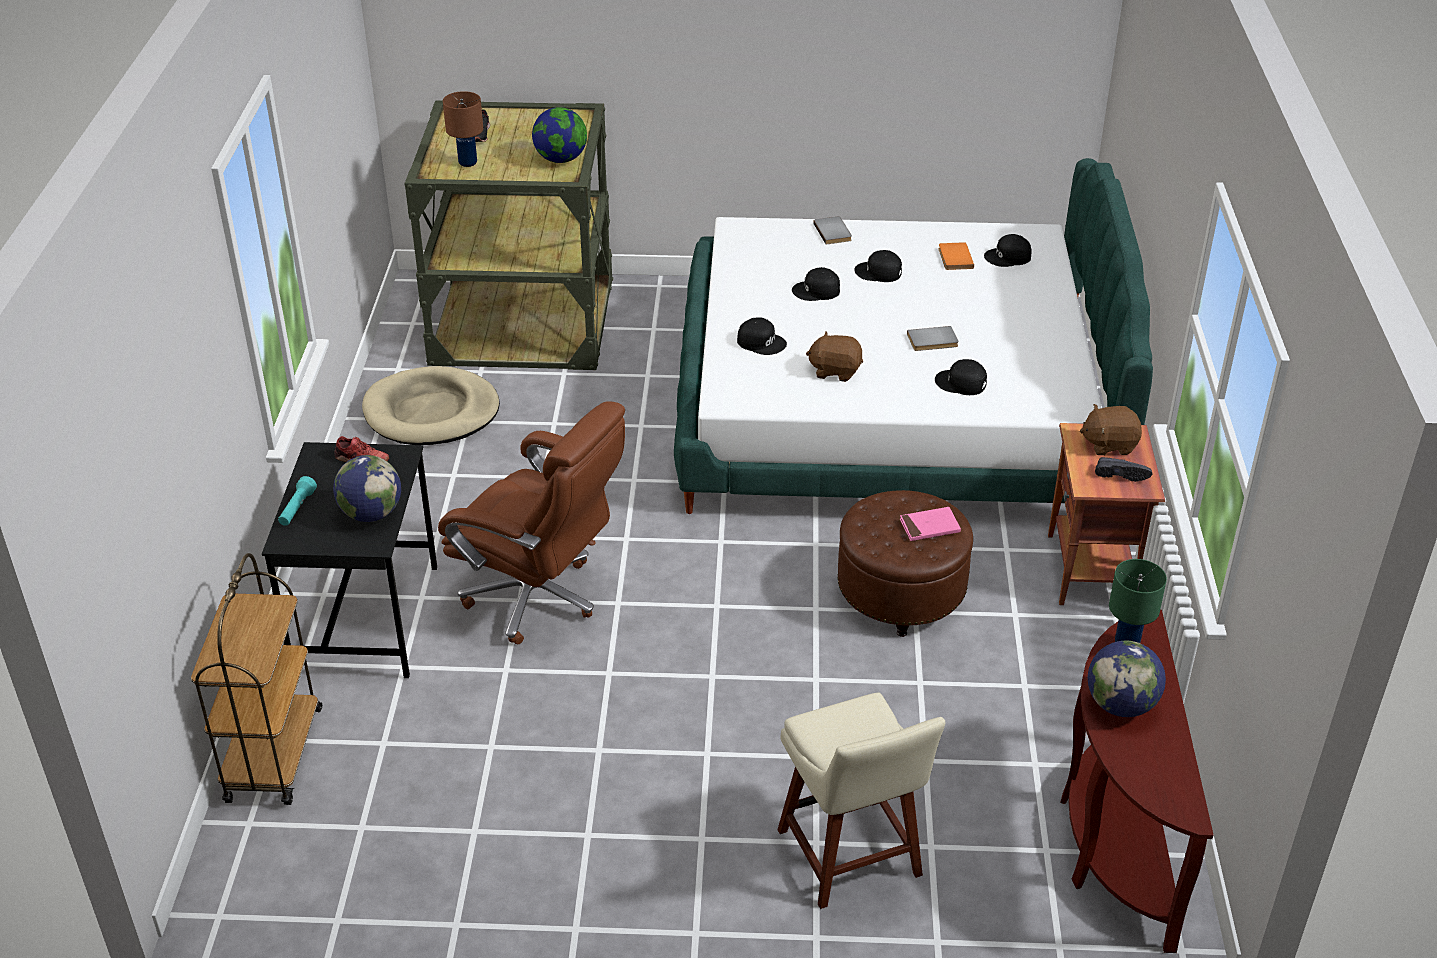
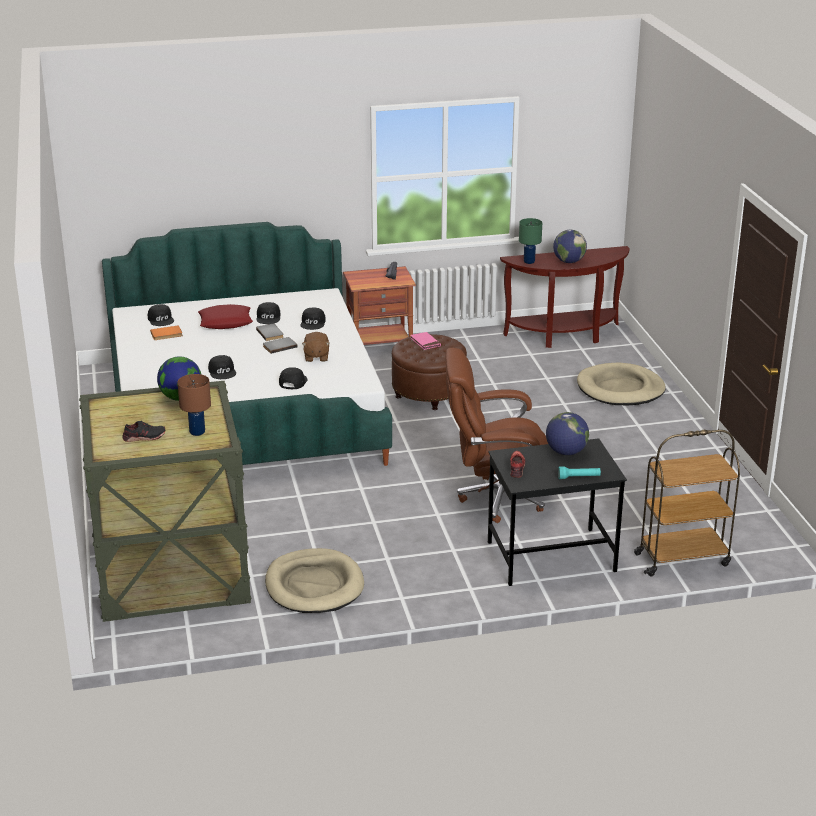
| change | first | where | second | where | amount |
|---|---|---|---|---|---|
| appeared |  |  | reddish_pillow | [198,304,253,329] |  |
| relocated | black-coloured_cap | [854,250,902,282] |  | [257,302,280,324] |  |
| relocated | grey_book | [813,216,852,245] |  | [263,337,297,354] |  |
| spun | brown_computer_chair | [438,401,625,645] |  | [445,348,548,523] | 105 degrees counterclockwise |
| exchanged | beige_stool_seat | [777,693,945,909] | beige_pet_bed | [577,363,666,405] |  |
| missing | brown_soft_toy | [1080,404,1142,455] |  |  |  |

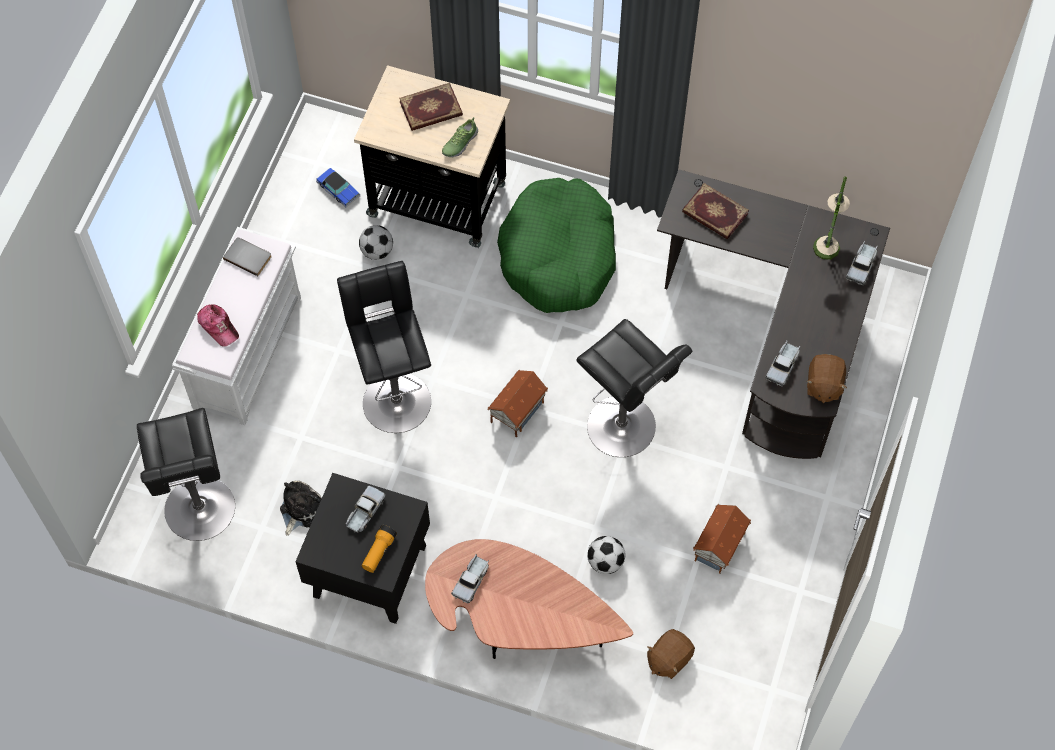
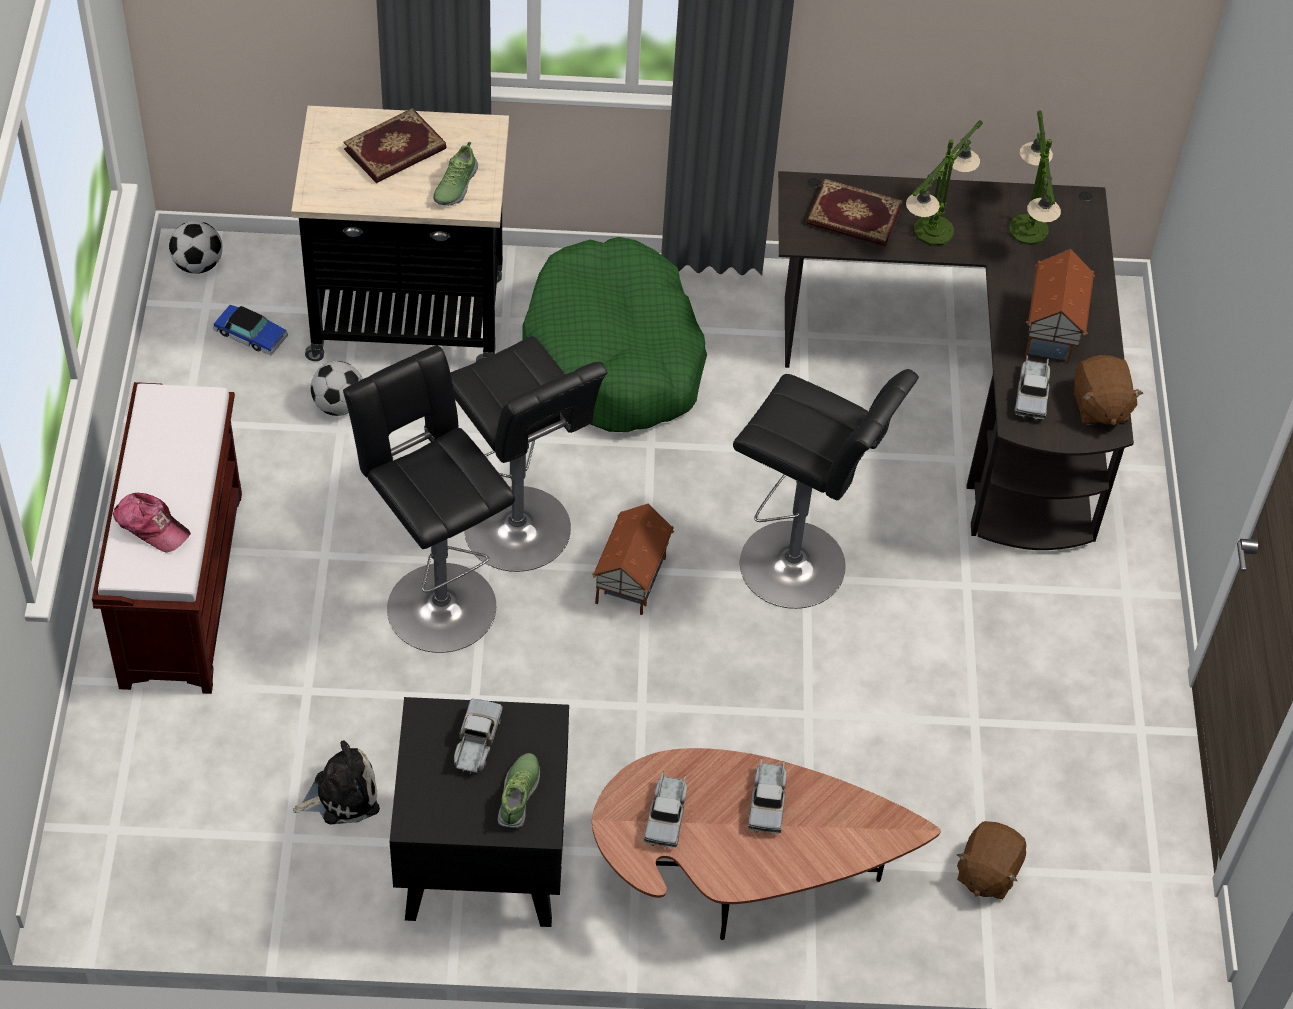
| change | first | where | second | where | amount |
|---|---|---|---|---|---|
| colour | whitish_bench | [172,227,301,425] | brown_bench | [92,382,242,694] |  |
| relocated | ball_for_football | [587,536,625,574] |  | [169,221,222,274] |  |
| spun | soft_toy | [280,481,322,536] |  | [293,740,380,824] | 60 degrees clockwise |
| relocated | black-coloured_stool_seat | [137,408,235,541] |  | [450,336,608,572] |  |
| exchanged | torch | [362,525,397,573] | low_shoe | [498,753,540,828] |  |
| relocated | toy_lorry | [846,241,877,285] |  | [748,758,787,834] |  |
| appeared |  |  | lamp_for_a_table | [906,120,983,246] |  |
| relocated | toy_house | [693,504,751,573] |  | [1025,249,1095,364] |  |
| missing | grey_book | [223,237,272,276] |  |  |  |

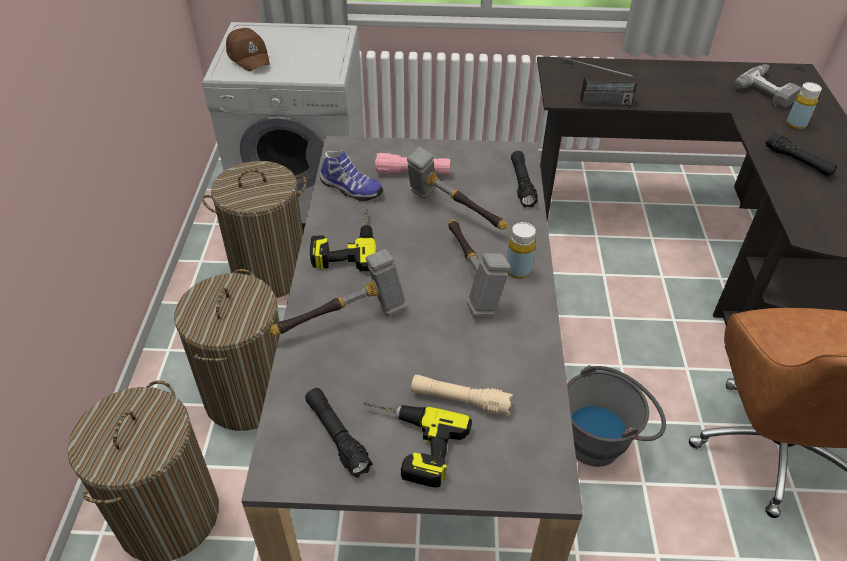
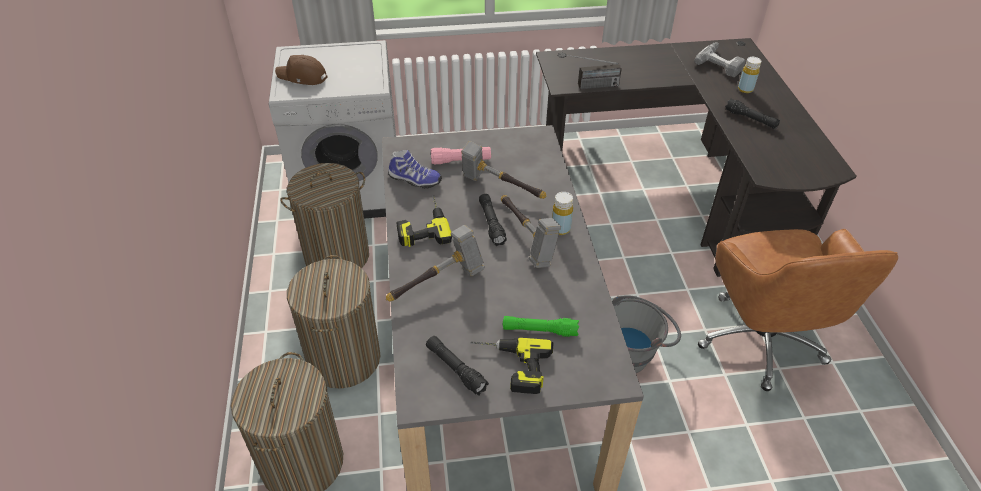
| change | first | where | second | where | amount |
|---|---|---|---|---|---|
| spun | brown_cap | [226,28,270,71] |  | [275,55,328,85] | 150 degrees clockwise |
| relocated | black-coloured_torch | [511,151,538,207] |  | [479,194,507,246] |  |
| colour | beige_torch | [411,375,513,415] | greenish_torch | [503,316,579,337] |  |

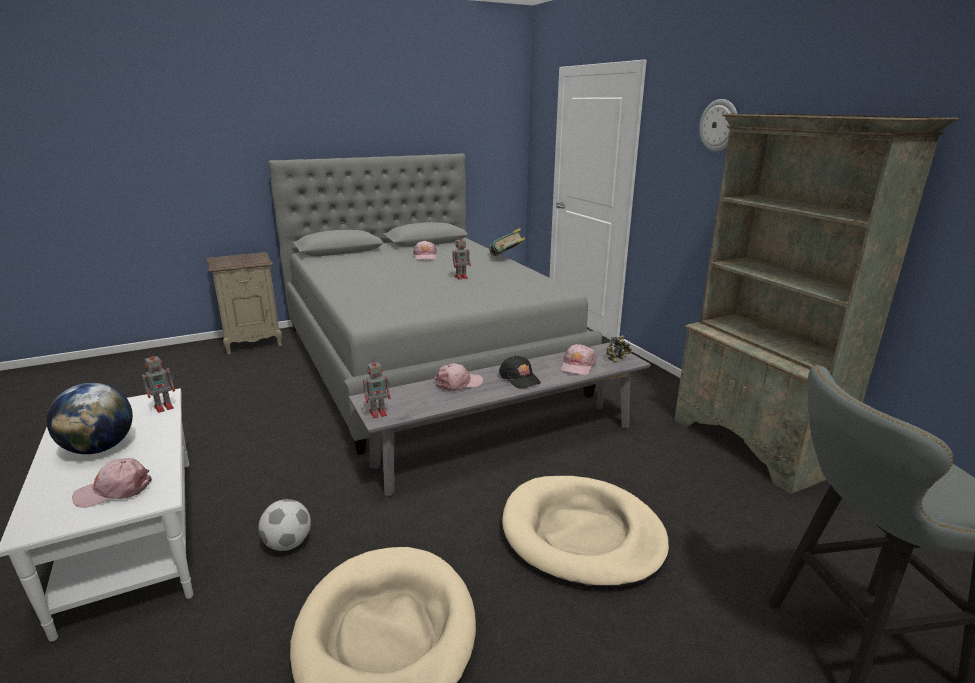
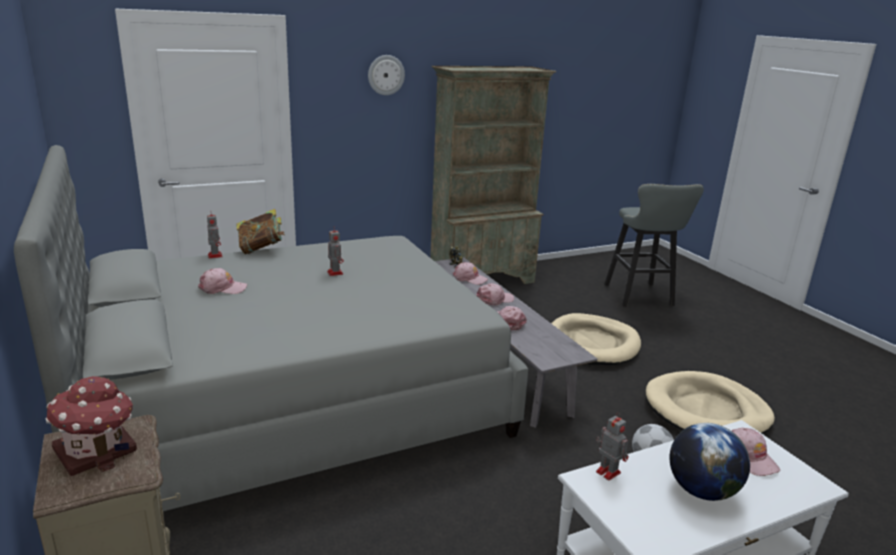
| change | first | where | second | where | amount |
|---|---|---|---|---|---|
| appeared |  |  | toy_house | [46,376,137,476] |  |
| relocated | model_robot | [363,358,390,418] |  | [207,214,222,258] |  |
| colour | black-coloured_cap | [499,356,541,389] | pink_cap | [476,283,514,305] |  |

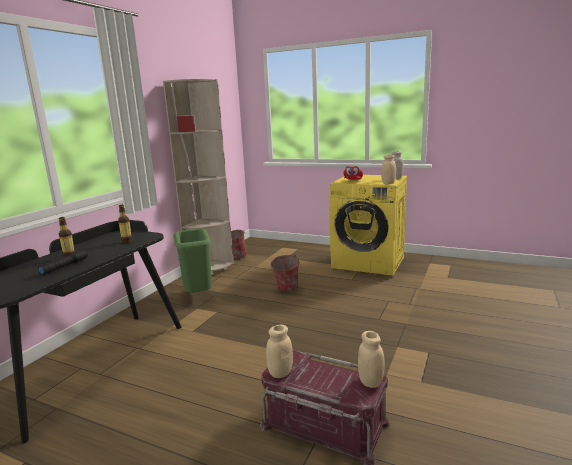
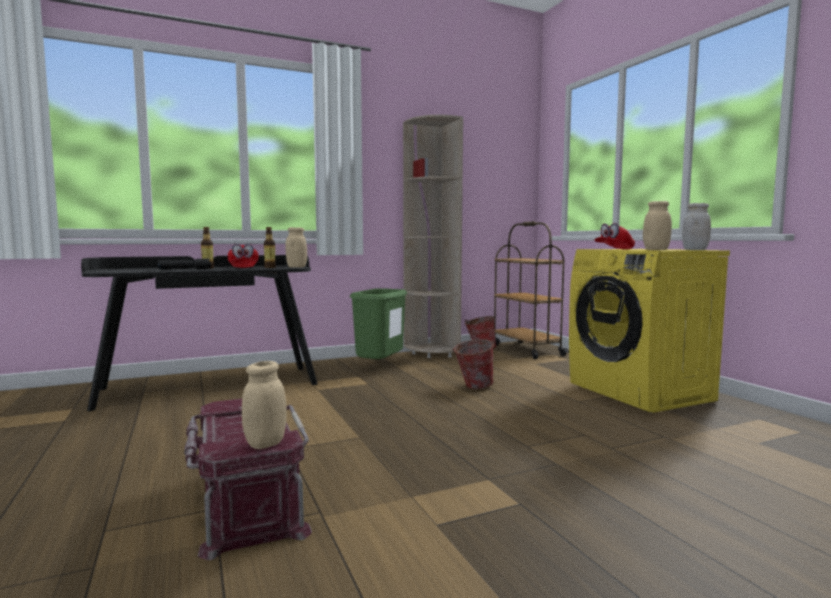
| change | first | where | second | where | amount |
|---|---|---|---|---|---|
| appeared |  |  | reddish_cap | [228,244,259,268] |  |
| relocated | beige_storage_jar | [266,325,293,378] |  | [285,227,307,268] |  |
| appeared |  |  | brown_wheeled_cart | [494,221,569,359] |  |

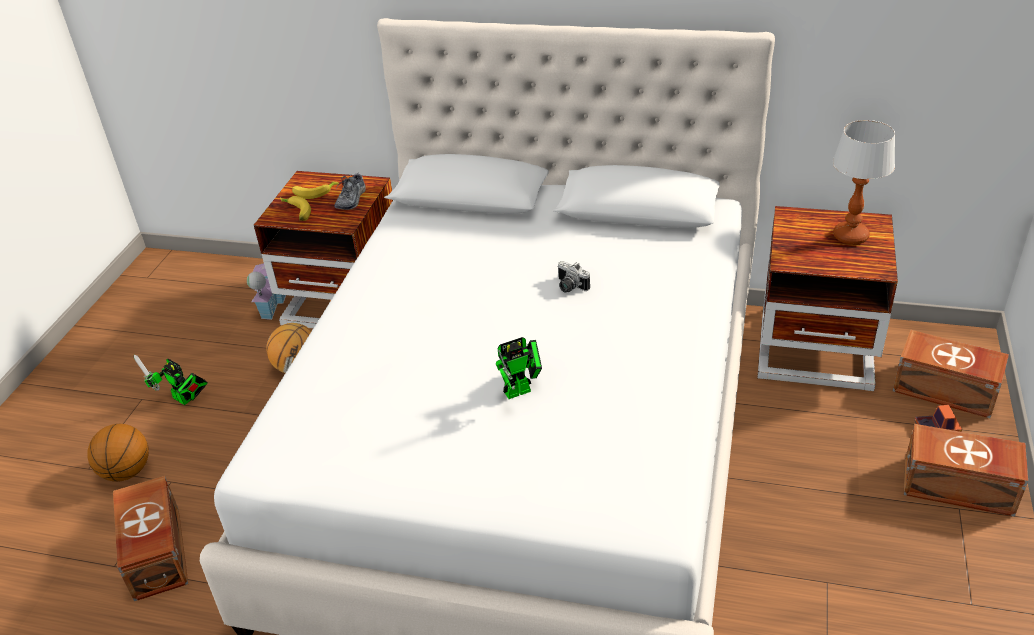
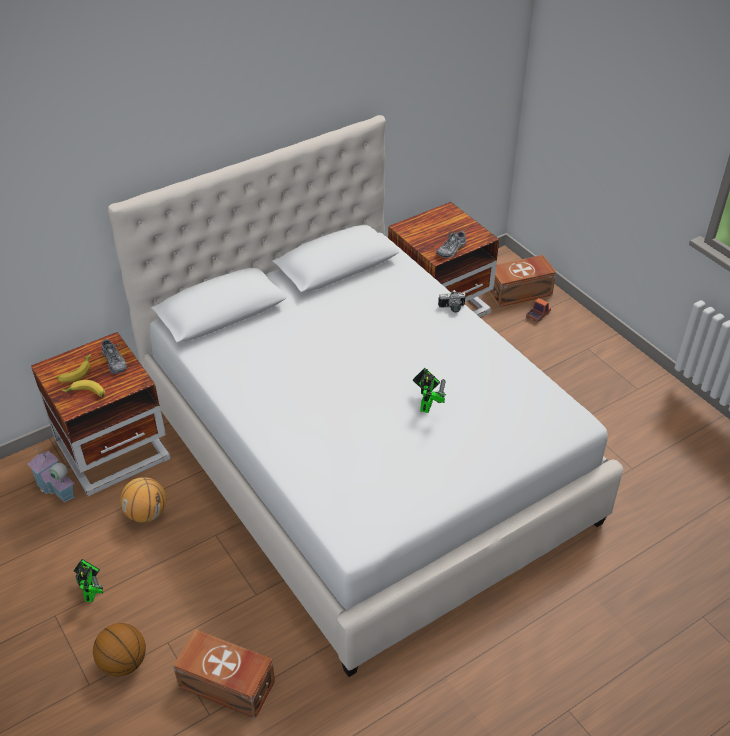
| change | first | where | second | where | amount |
|---|---|---|---|---|---|
| spun | model_robot | [134,355,208,405] |  | [74,559,103,602] | 75 degrees counterclockwise |
| appeared |  |  | low_shoe | [436,231,466,258] |  |
| relocated | photo_camera | [557,261,590,293] |  | [438,290,466,313] |  |
| missing | lamp_for_a_table | [832,120,895,245] |  |  |  |
| missing | brown_storage_box | [904,424,1028,517] |  |  |  |

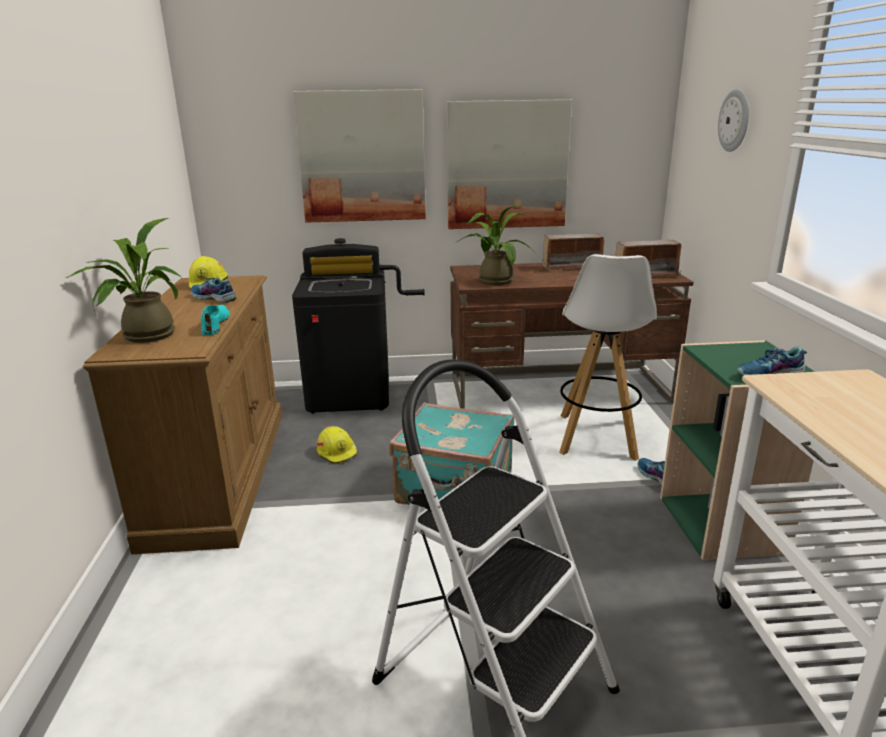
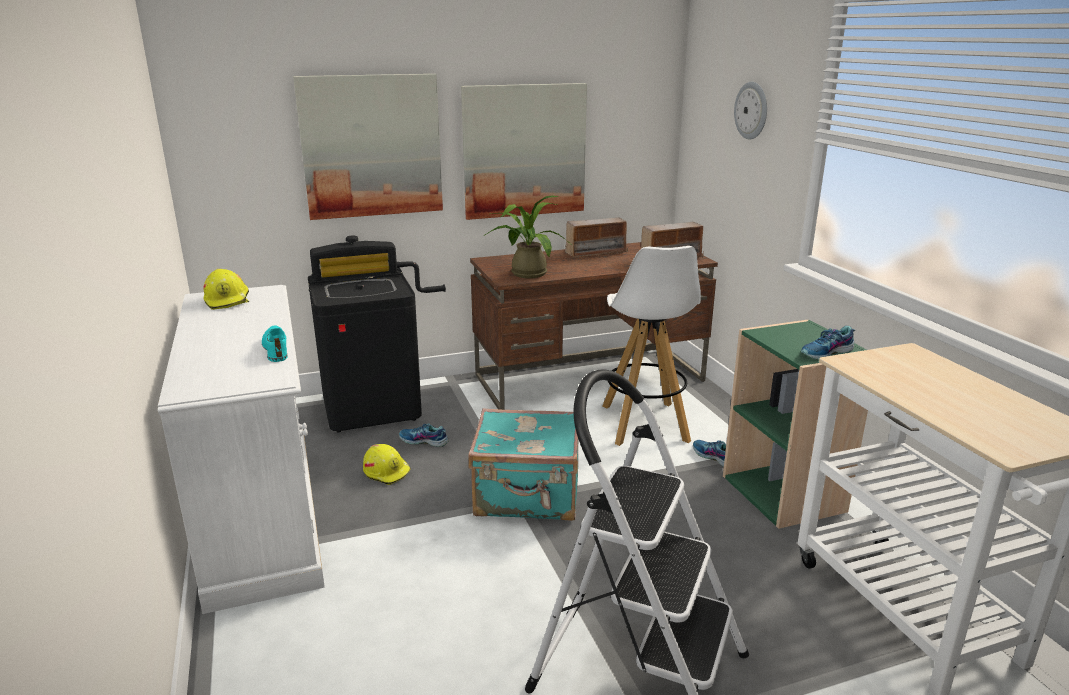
| change | first | where | second | where | amount |
|---|---|---|---|---|---|
| colour | brown_cupboard | [83,275,282,554] | whitish_cupboard | [158,285,325,614] |  |
| relocated | low_shoe | [191,277,236,303] |  | [399,423,449,447] |  |
| missing | houseplant | [66,218,181,343] |  |  |  |

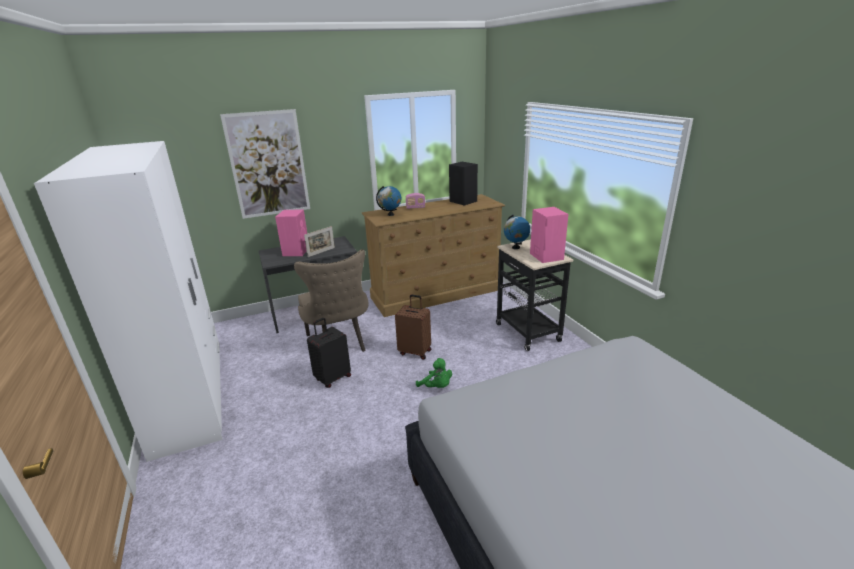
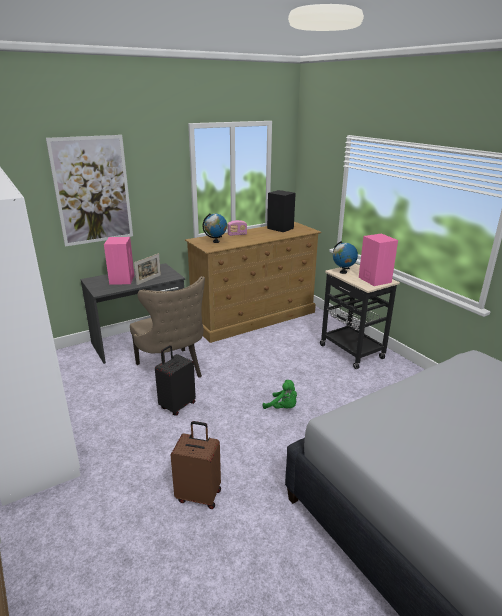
| change | first | where | second | where | amount |
|---|---|---|---|---|---|
| relocated | brown_suitcase | [395,294,431,360] |  | [171,421,221,509] |  |

